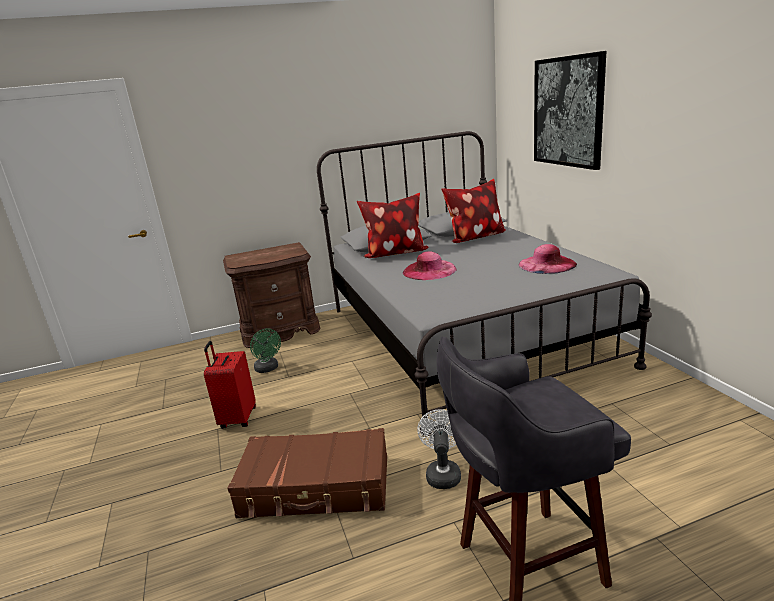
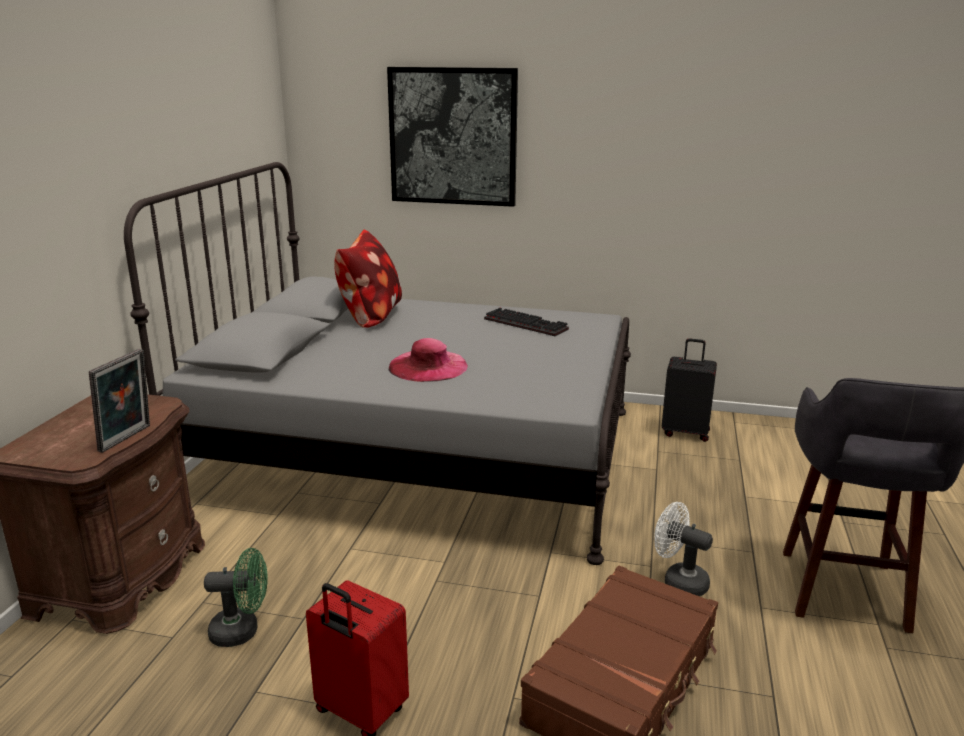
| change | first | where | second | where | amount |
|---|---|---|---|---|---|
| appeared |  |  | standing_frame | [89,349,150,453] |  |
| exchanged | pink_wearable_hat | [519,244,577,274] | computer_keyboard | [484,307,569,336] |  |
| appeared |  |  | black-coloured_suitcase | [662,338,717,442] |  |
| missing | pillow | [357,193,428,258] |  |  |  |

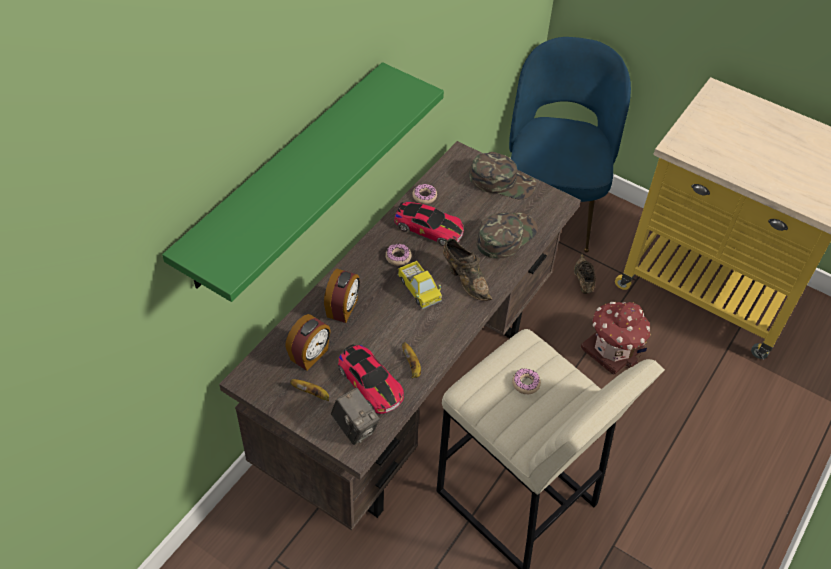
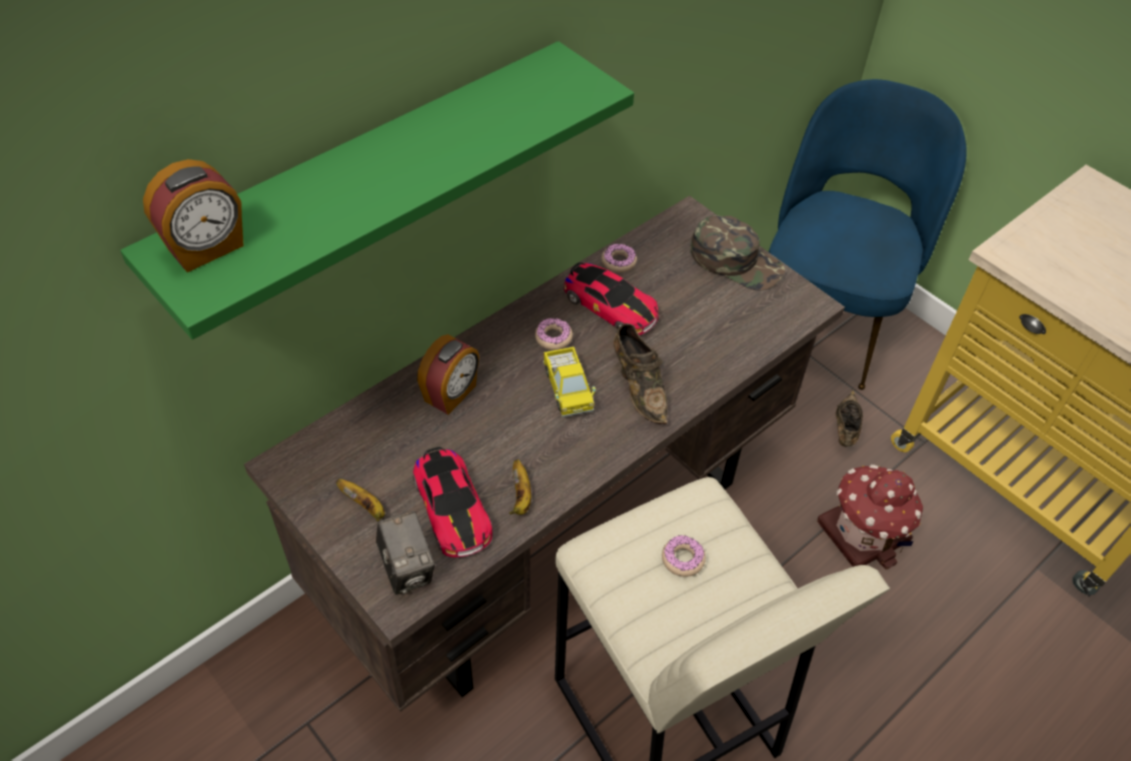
| change | first | where | second | where | amount |
|---|---|---|---|---|---|
| relocated | alarm_clock | [285,314,331,371] |  | [143,159,244,273] |  |
| missing | greenish_cap | [477,212,538,259] |  |  |  |

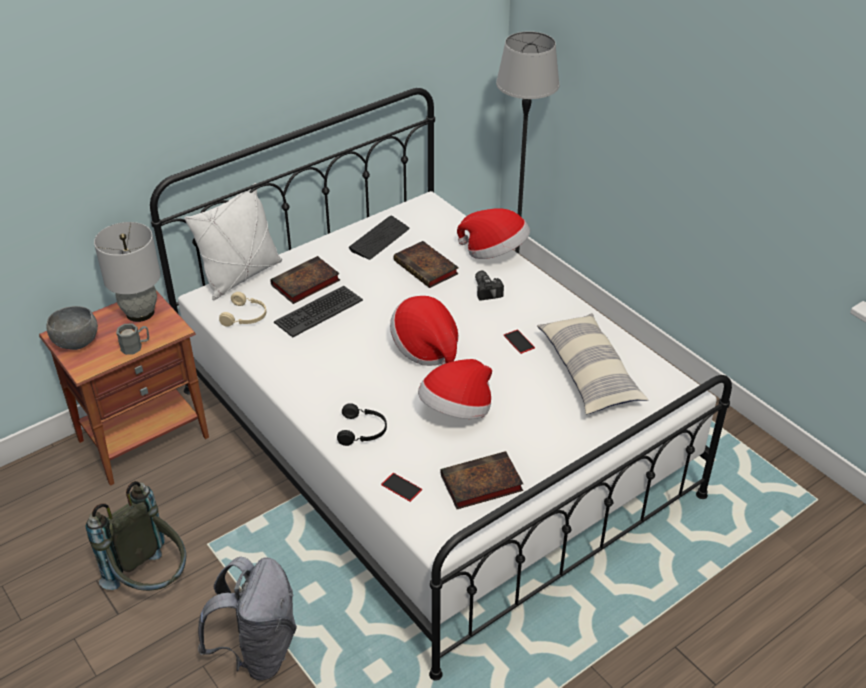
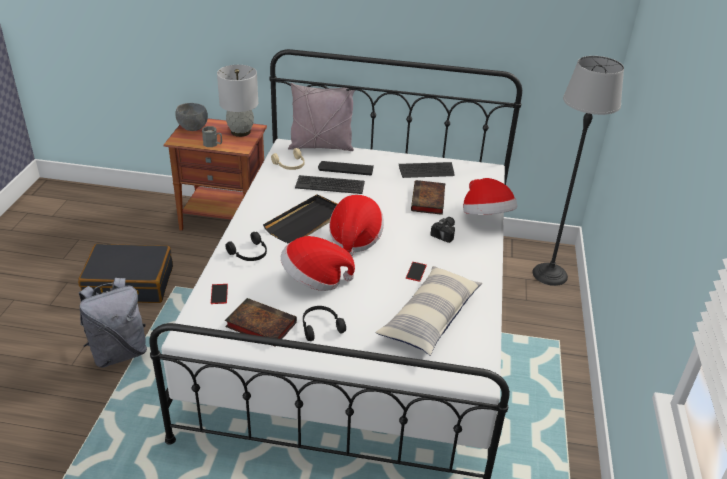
| change | first | where | second | where | amount |
|---|---|---|---|---|---|
| exchanged | grey_knapsack | [86,481,186,591] | black-coloured_suitcase | [78,244,173,303] |  |
| appeared |  |  | black-coloured_serving_tray | [263,194,337,244] |  |
| colour | whitish_pillow | [184,183,282,301] | purple_pillow | [288,83,355,151] |  |
| appeared |  |  | black-coloured_headset | [303,306,346,341] |  |
| exchanged | book | [270,256,340,304] | computer_keyboard | [318,161,374,176] |  |

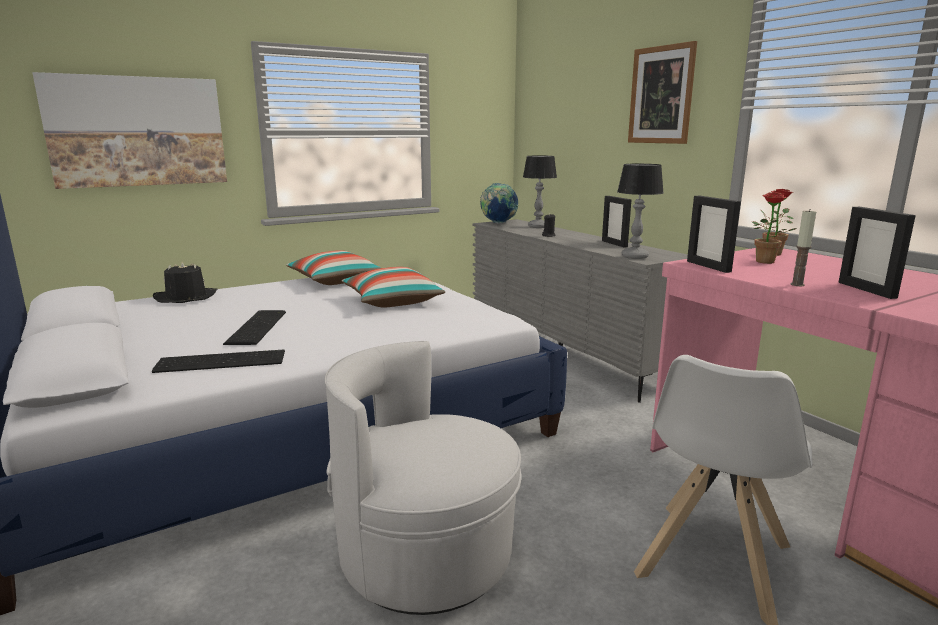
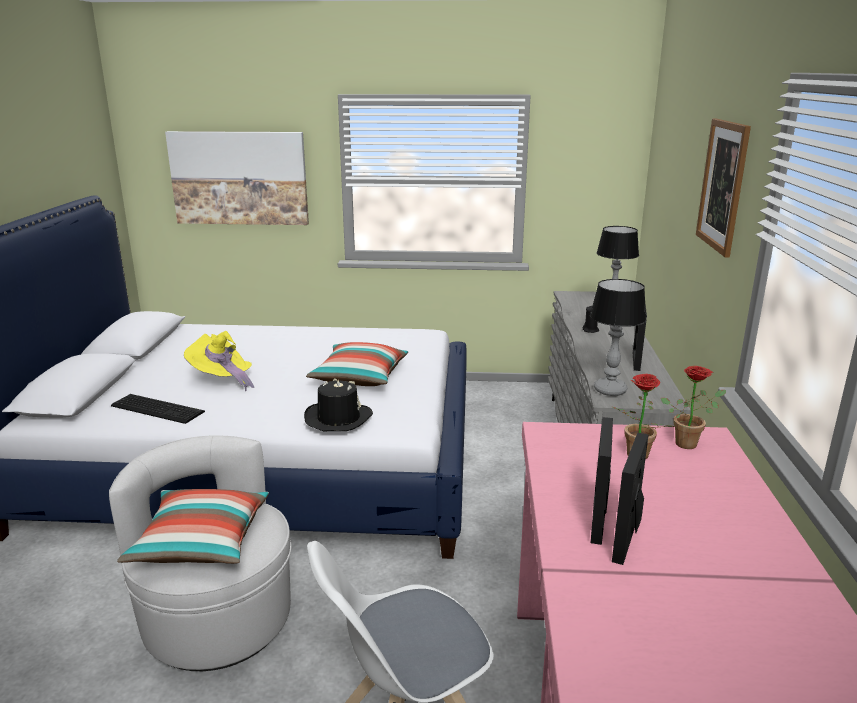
| change | first | where | second | where | amount |
|---|---|---|---|---|---|
| relocated | pillow | [286,250,381,285] |  | [117,489,269,564] |  |
| exchanged | computer_keyboard | [223,310,286,345] | yellowish_wearable_hat | [184,331,254,391] |  |
| relocated | black-coloured_wearable_hat | [153,262,218,303] |  | [304,378,373,431] |  |
| relocated | standing_frame | [687,196,741,273] |  | [591,417,613,545] |  |
| missing | world_globe | [480,183,518,224] |  |  |  |
| missing | wax_candle | [790,210,816,286] |  |  |  |

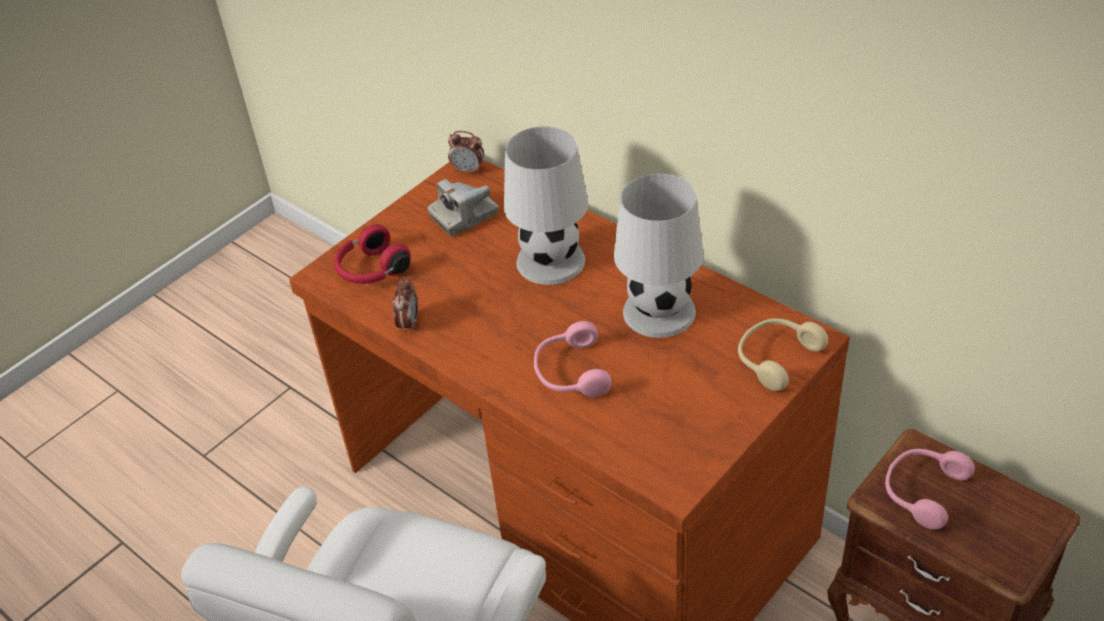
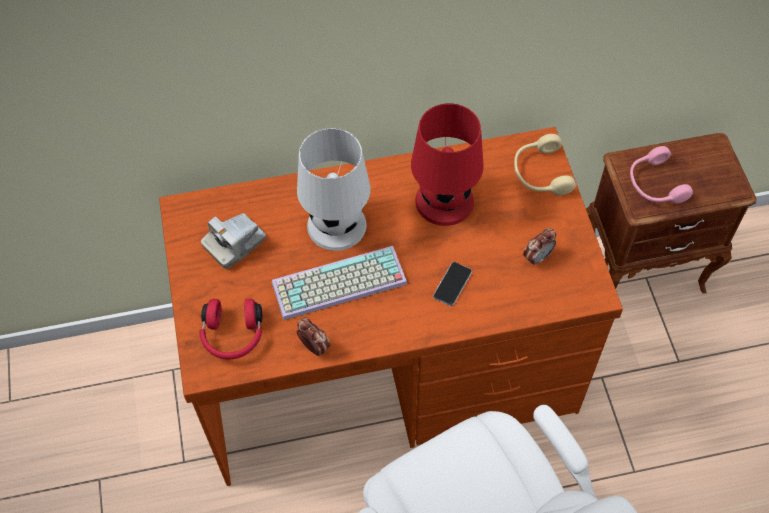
| change | first | where | second | where | amount |
|---|---|---|---|---|---|
| spun | photo_camera | [427,179,498,236] |  | [201,213,266,269] | 45 degrees clockwise |
| appeared |  |  | computer_keyboard | [272,246,407,320] |  |
| colour | whitish_lamp_for_a_table | [614,173,704,338] | reddish_lamp_for_a_table | [411,103,484,226] |  |
| exchanged | pink_headset | [534,321,612,397] | telephone | [433,262,472,306] |  |
| relocated | alarm_clock | [448,131,484,174] |  | [523,228,556,266] |  |

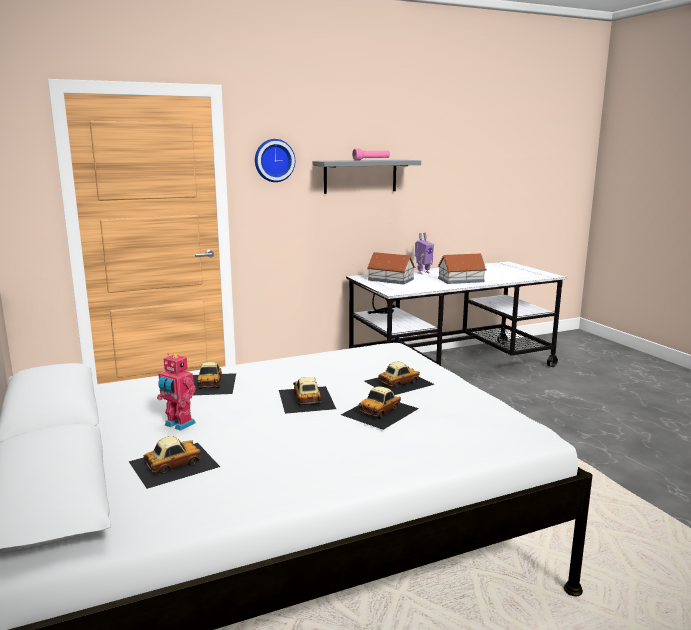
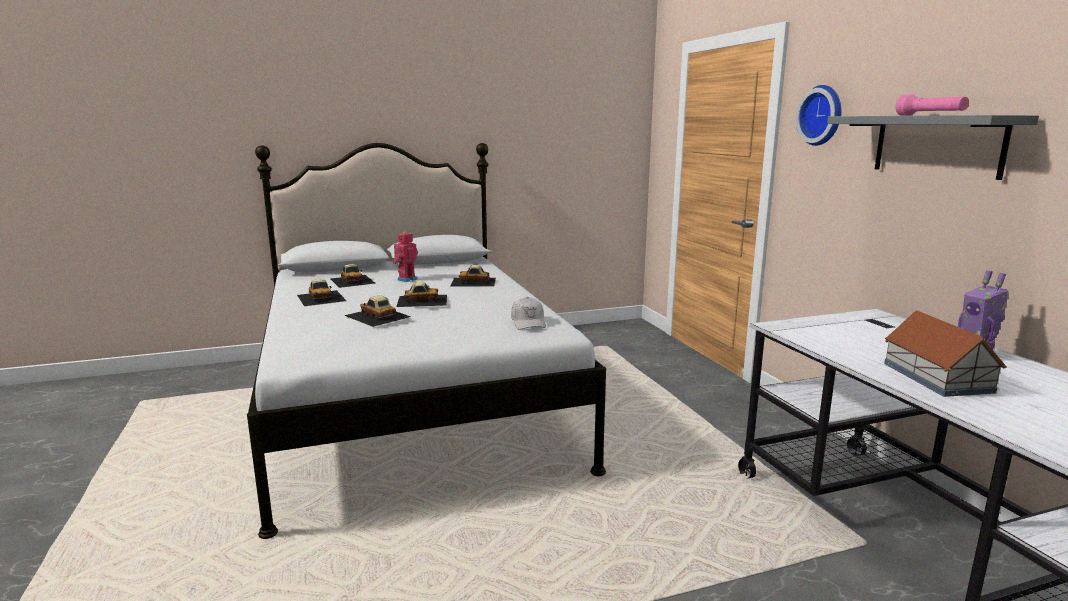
| change | first | where | second | where | amount |
|---|---|---|---|---|---|
| relocated | model_car | [364,362,435,395] |  | [297,279,346,306] |  |
| appeared |  |  | whitish_cap | [511,297,546,330] |  |
| missing | toy_house | [367,252,415,285] |  |  |  |

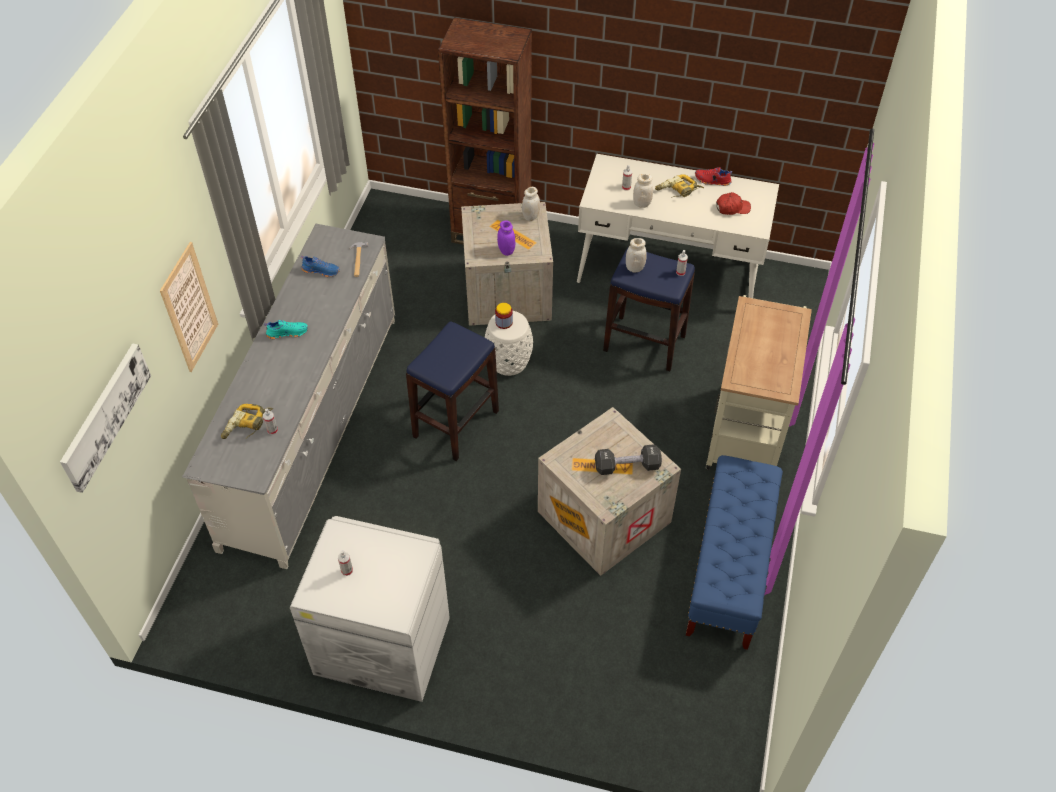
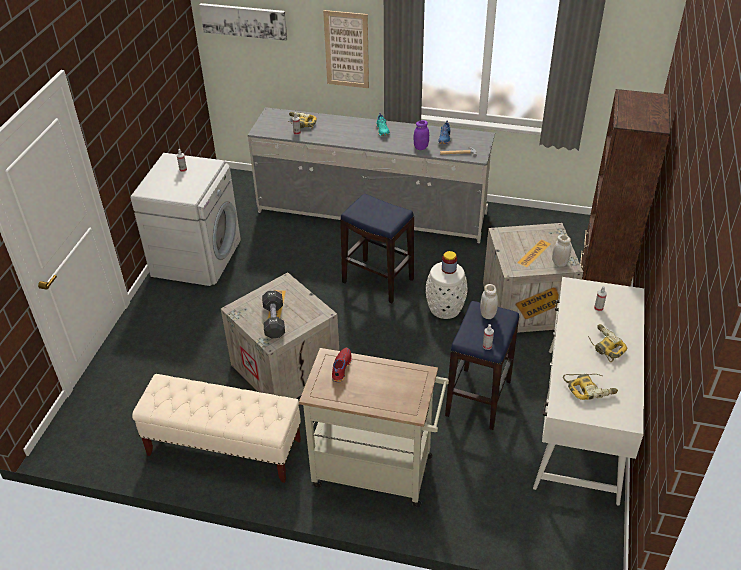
| change | first | where | second | where | amount |
|---|---|---|---|---|---|
| colour | blue-coloured_bench | [686,455,783,650] | beige_bench | [132,374,301,483] |  |
| relocated | reddish_low_shoe | [695,167,732,186] |  | [332,348,352,383] |  |
| relocated | purple_storage_jar | [497,220,515,256] |  | [414,120,429,150] |  |
| exchanged | reddish_cap | [716,192,751,215] | electric_drill | [563,374,618,400] |  |
| missing | whitish_storage_jar | [633,174,653,208] |  |  |  |

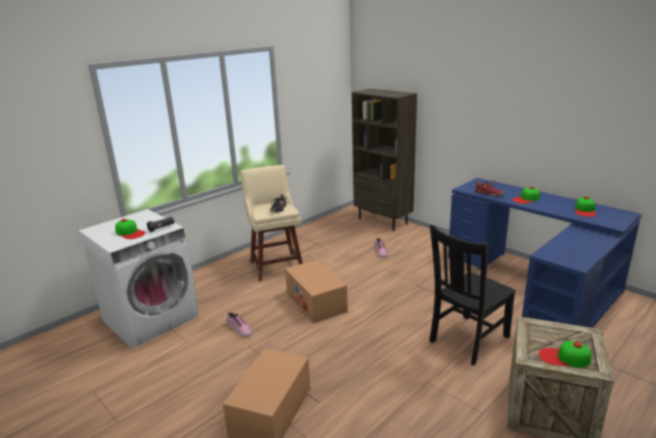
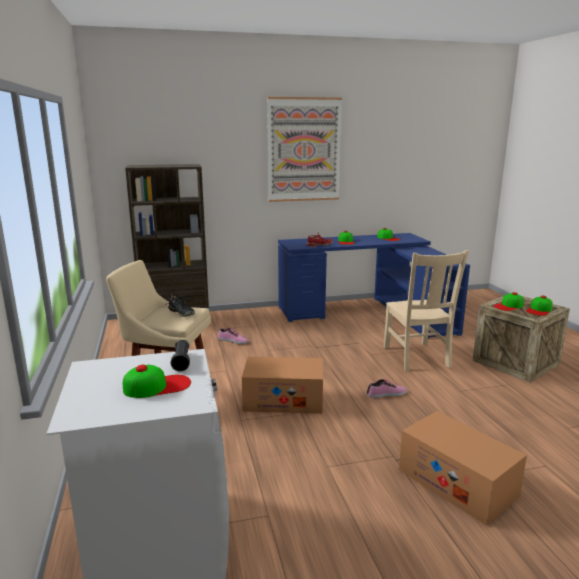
| change | first | where | second | where | amount |
|---|---|---|---|---|---|
| appeared |  |  | wall_art | [267,97,342,202] |  |
| relocated | low_shoe | [227,312,253,337] |  | [367,379,407,398] |  |
| colour | black-coloured_plain_chair | [429,225,516,365] | beige_plain_chair | [383,250,469,371] |  |
| appeared |  |  | cap | [494,292,524,311] |  |

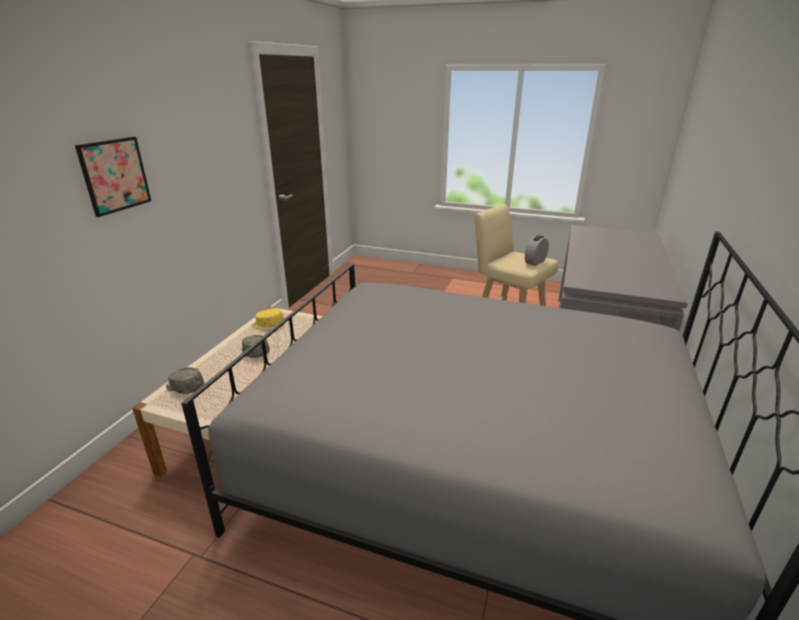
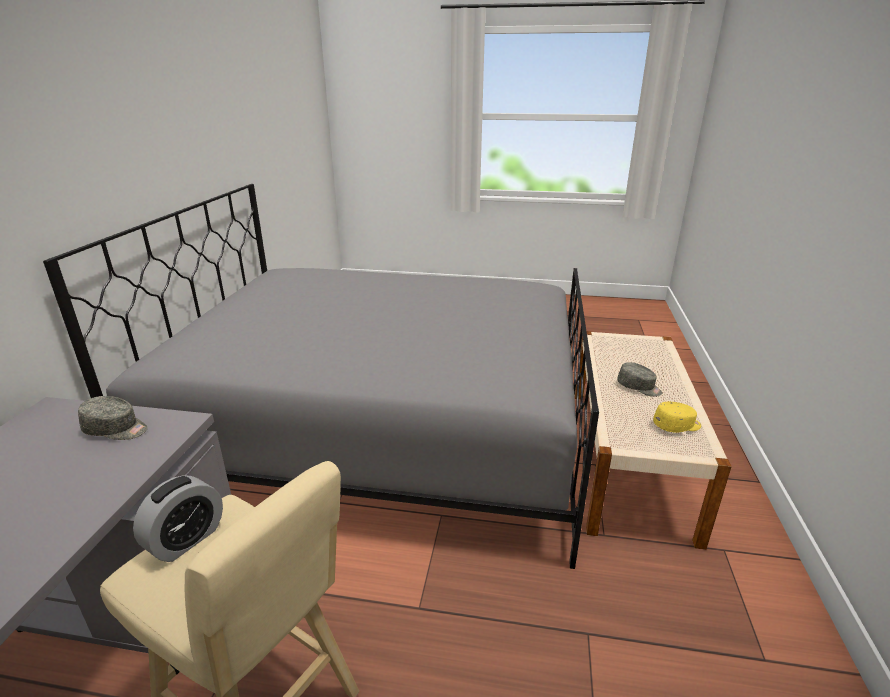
| change | first | where | second | where | amount |
|---|---|---|---|---|---|
| relocated | grey_cap | [166,368,204,394] |  | [78,396,148,440] |  |
| missing | wall_art | [75,137,151,217] |  |  |  |

